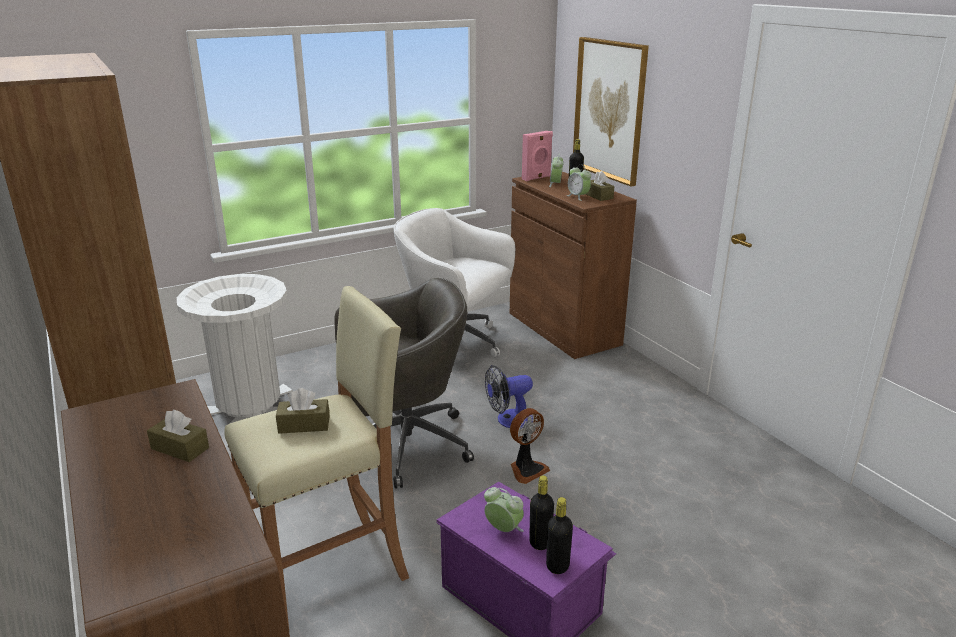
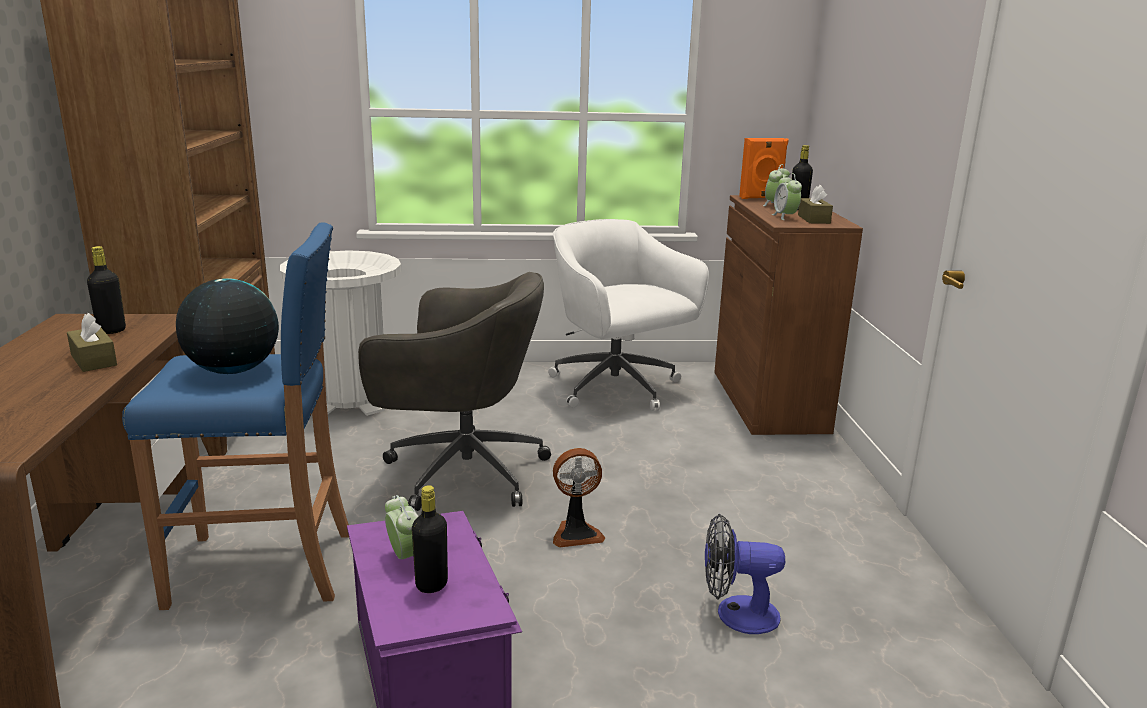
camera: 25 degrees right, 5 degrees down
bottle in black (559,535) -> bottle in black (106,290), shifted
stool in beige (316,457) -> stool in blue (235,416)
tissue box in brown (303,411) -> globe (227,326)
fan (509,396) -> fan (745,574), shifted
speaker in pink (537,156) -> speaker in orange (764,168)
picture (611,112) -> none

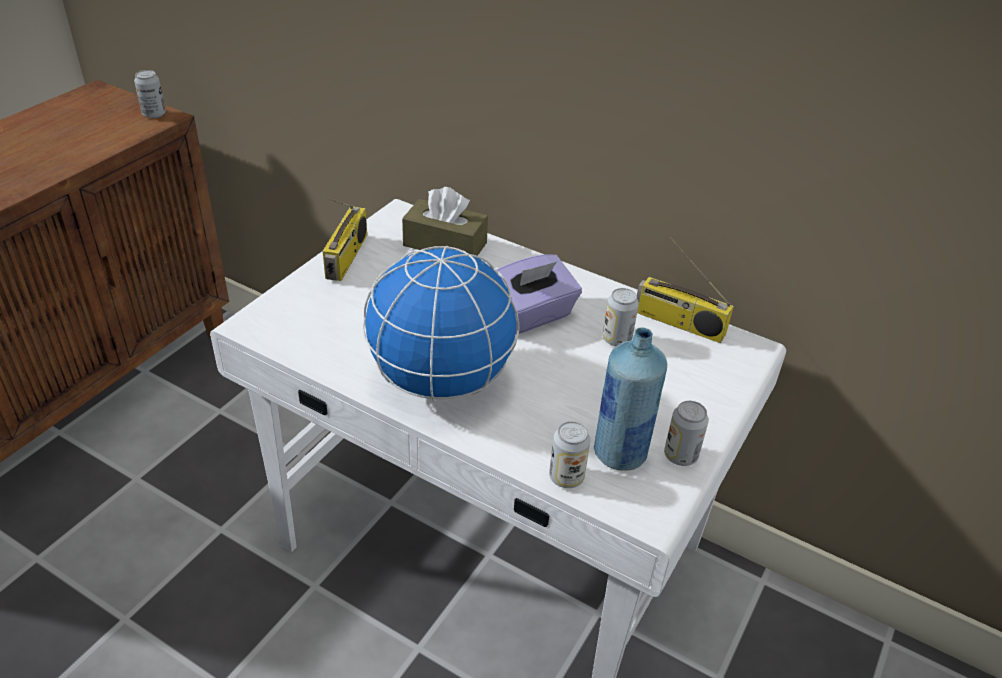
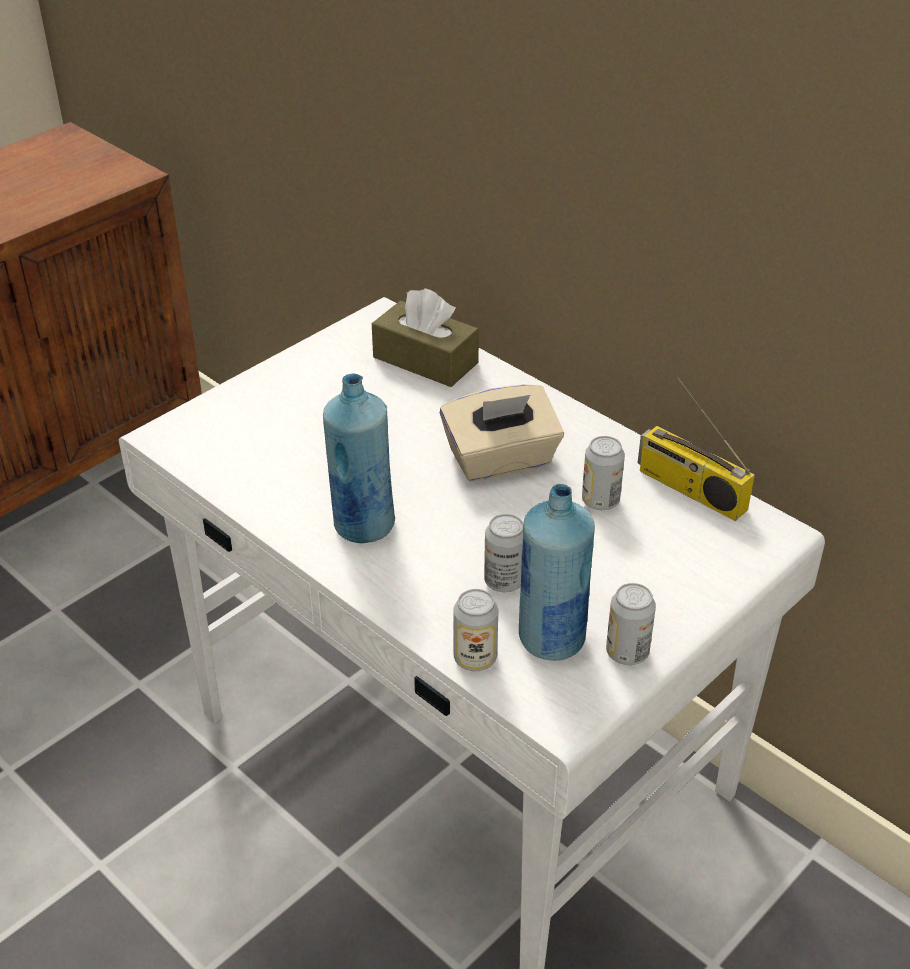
camera: 15 degrees right, 0 degrees up
globe (440,324) -> bottle in blue (359,458)
tissue box in purple (539,294) -> tissue box in beige (502,432)
can (150,94) -> can (503,553), shifted
radio (345,239) -> none

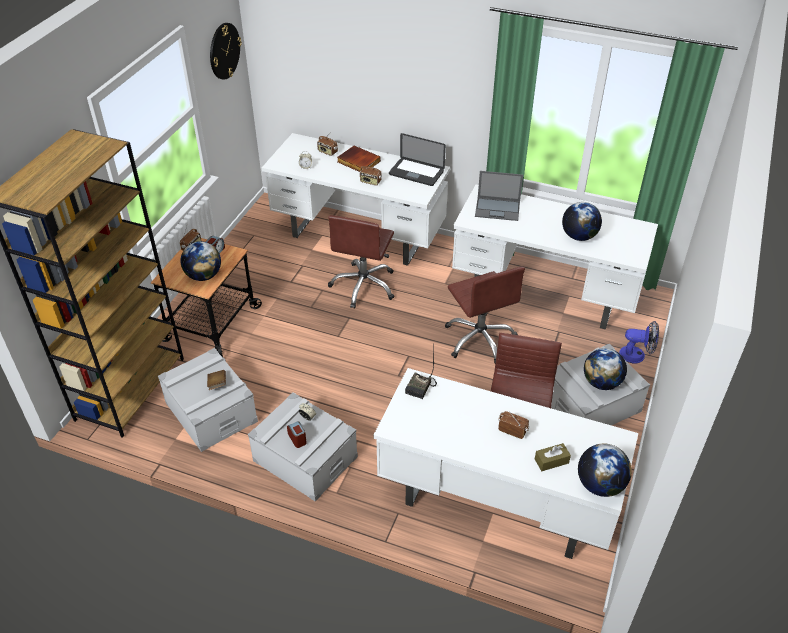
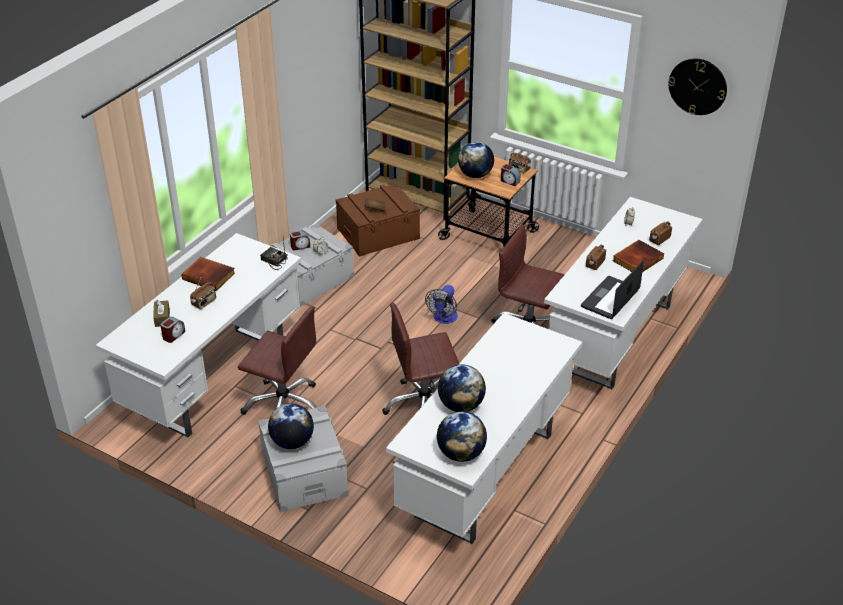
camera: 100 degrees right, 5 degrees down
none -> alarm clock (172,330)
none -> book (208,274)
storage box in grey (208,400) -> storage box in brown (378,220)
fan (639,342) -> fan (441,304), shifted
globe (605,470) -> globe (462,436), shifted
laptop (499,196) -> none

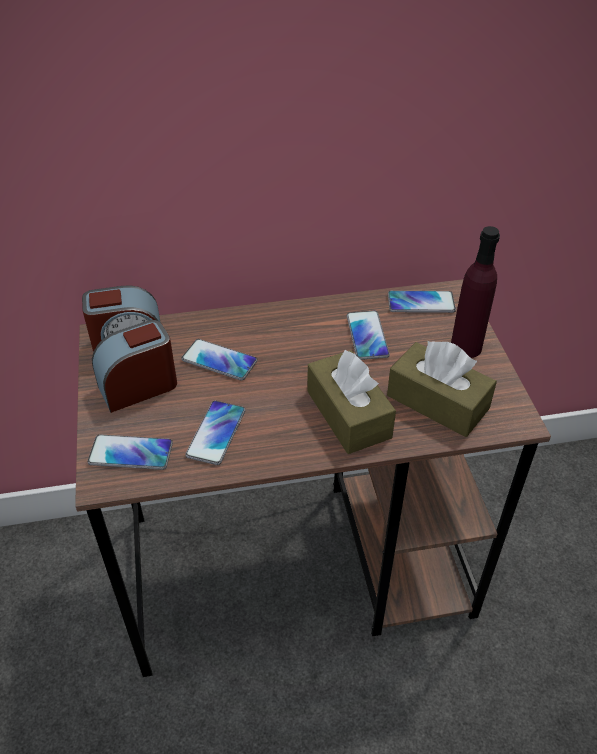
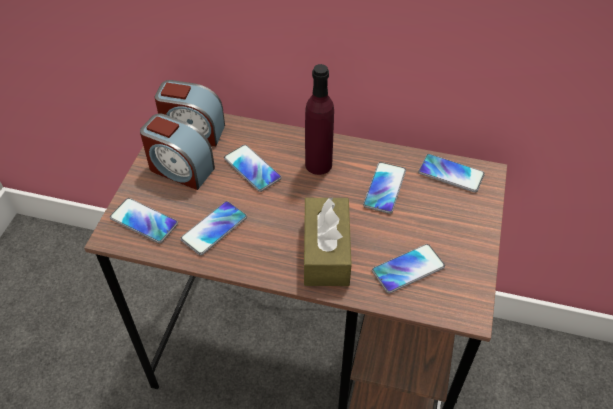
camera: 25 degrees right, 5 degrees up
alarm clock (134,366) -> alarm clock (177,151), 150 degrees counterclockwise
bottle in purple (475,292) -> bottle in purple (319,119), shifted
tissue box in brown (442,389) -> phone (408,268)

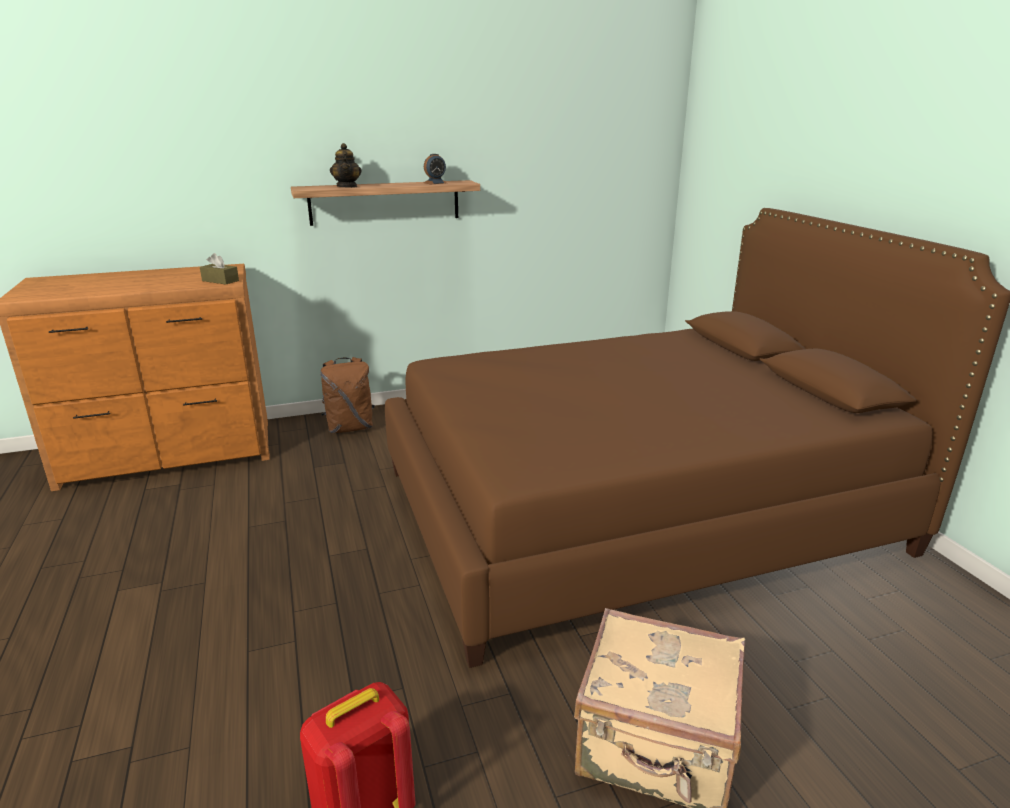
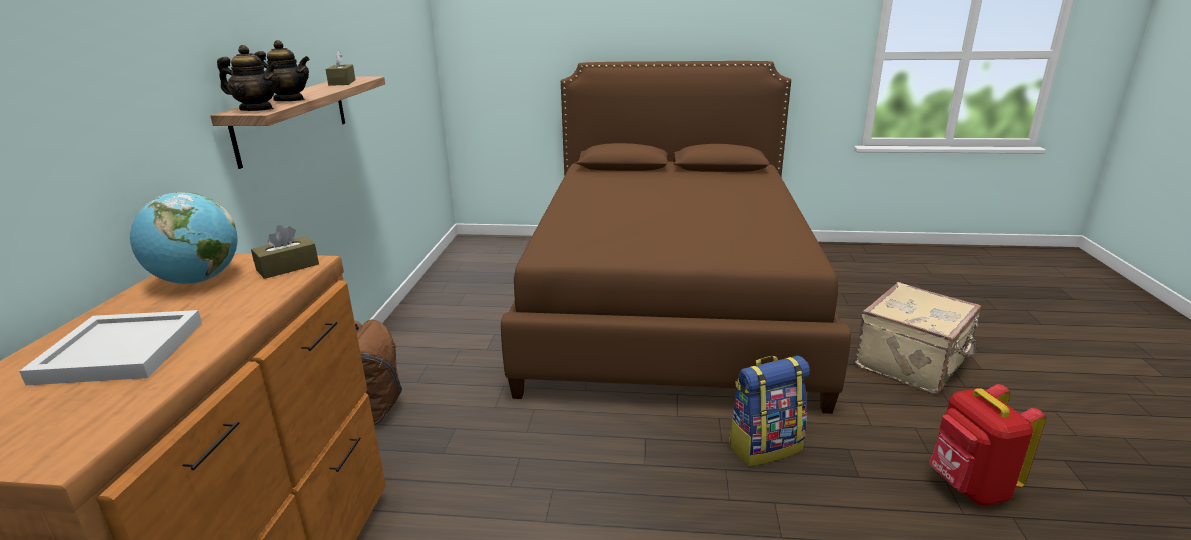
camera: 65 degrees left, 0 degrees up
none -> tray in white (110,348)
none -> globe (184,238)
none -> teapot (247,78)
alarm clock (435,169) -> tissue box in brown (340,68)
none -> backpack (769,411)

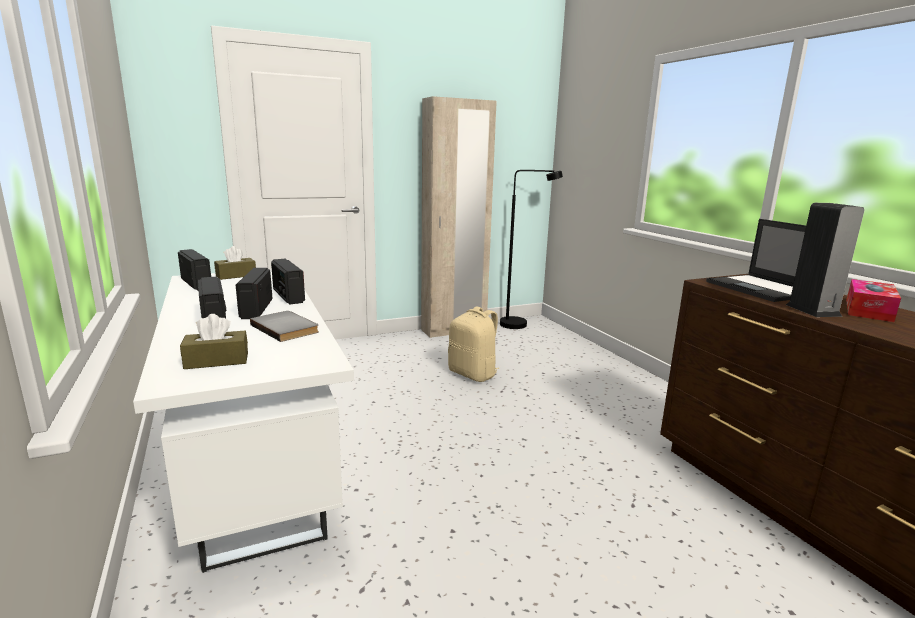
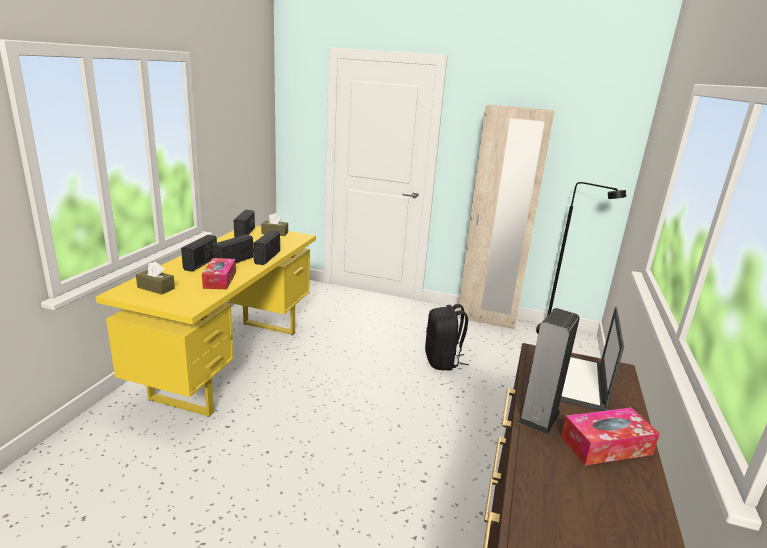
camera: 40 degrees right, 5 degrees up
desk in white (243,421) -> desk in yellow (206,321)
book in grey (284,326) -> tissue box (219,273)
backpack in beige (474,344) -> backpack in black (447,337)

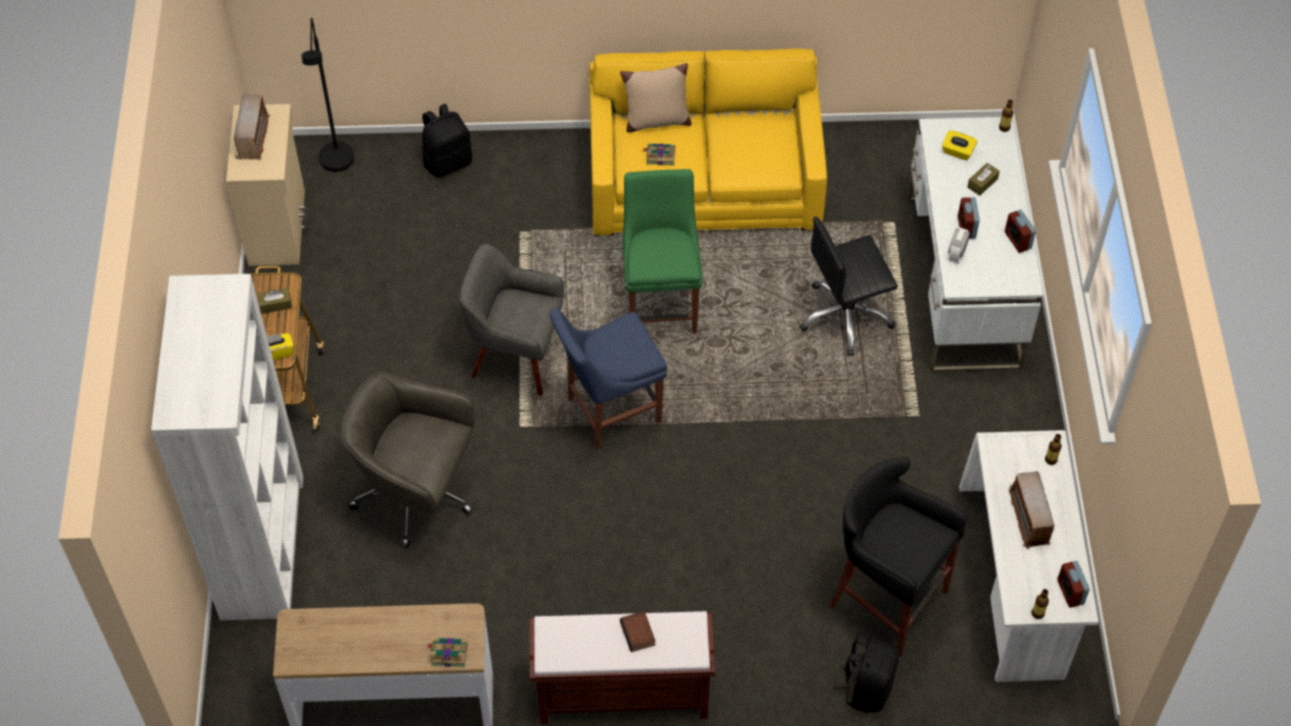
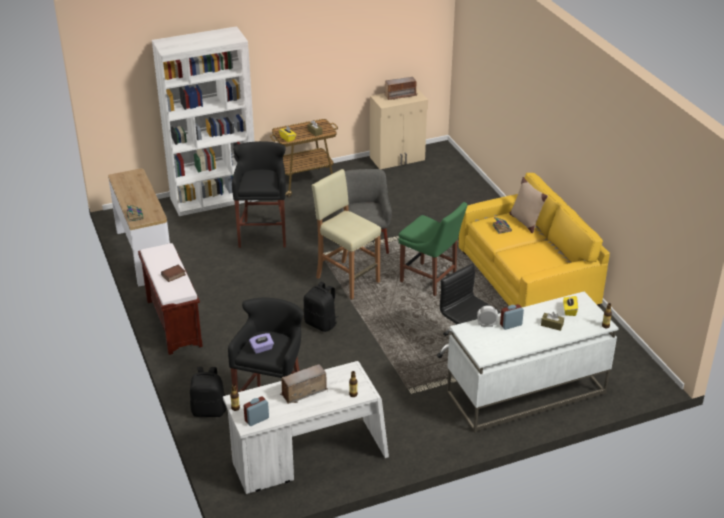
camera: 70 degrees right, 20 degrees down
office chair in grey (408,460) -> stool in black (259,194)
none -> tissue box in purple (261,343)
backpack in black (447,141) -> backpack in black (320,307), shifted
chair in blue (608,378) -> stool in beige (346,234)
chair in green (663,251) -> chair in green (432,249), 60 degrees clockwise
floor lamp in black (327,95) -> none
alarm clock (1020,231) -> none

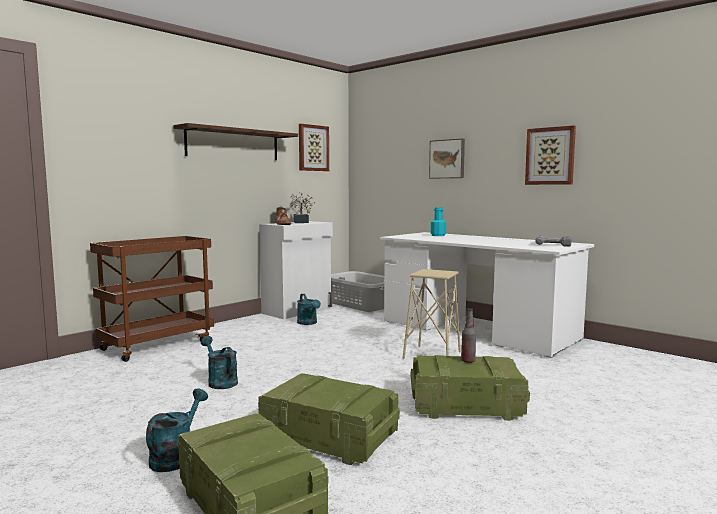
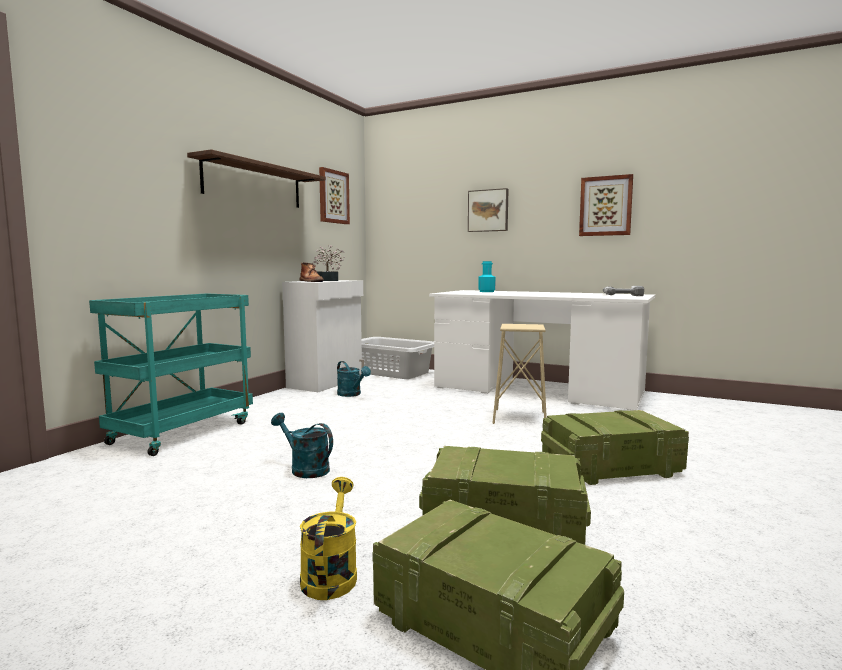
camera: 15 degrees left, 0 degrees up
cart in brown (152,299) -> cart in turquoise (171,374)
watering can in turquoise (177,430) -> watering can in yellow (328,538)
bottle (468,335) -> none

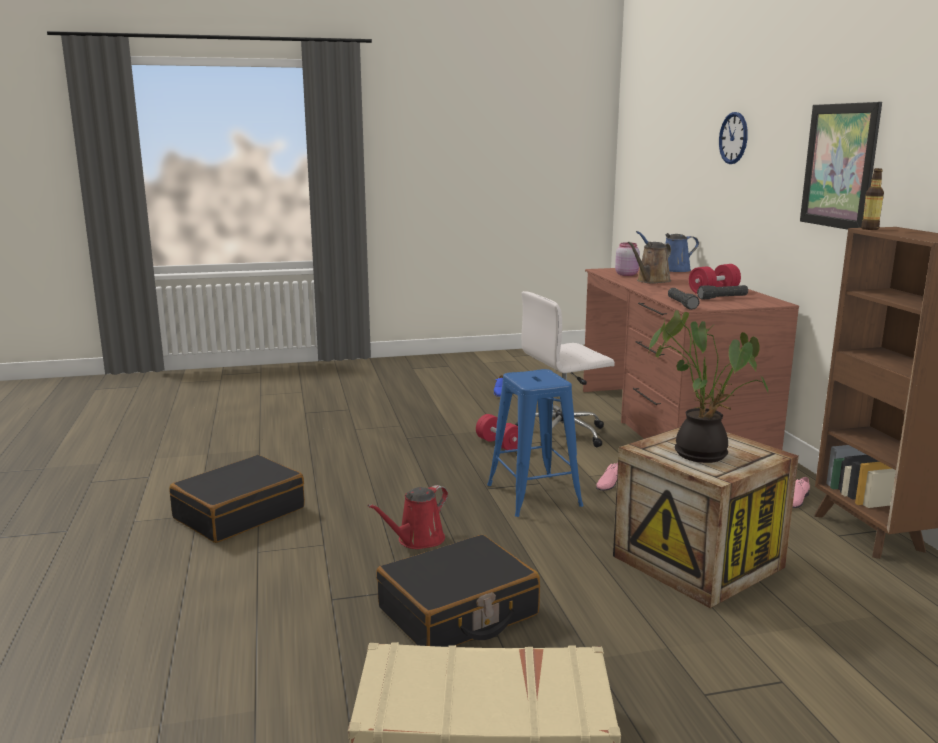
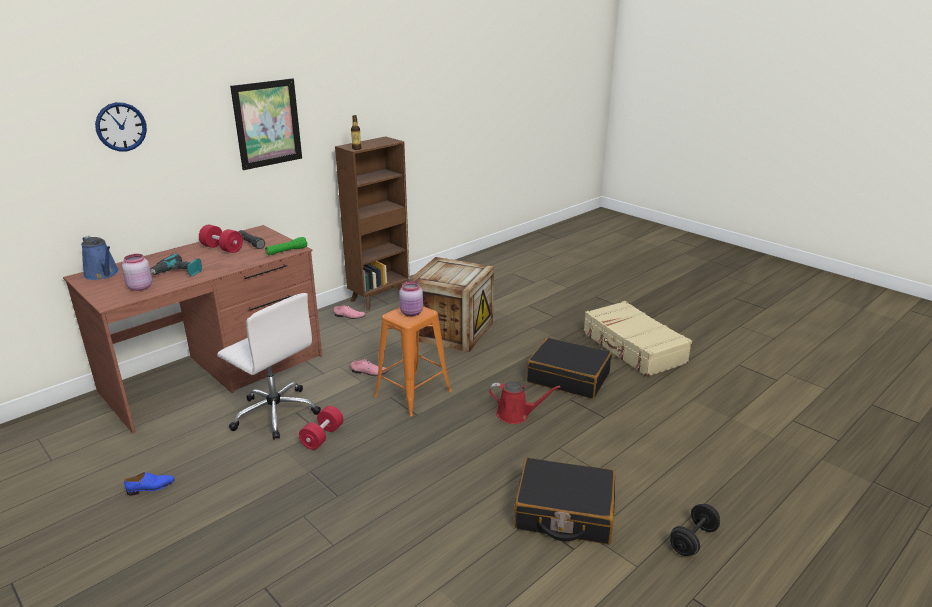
camera: 120 degrees left, 10 degrees up
watering can in brown (649,262) -> power drill (176,265)
flashlight in black (684,299) -> flashlight in green (286,246)
stool in blue (535,443) -> stool in orange (413,361)
none -> jar in pink (411,298)
none -> dumbbell in black (695,530)
potted plant (709,386) -> none

